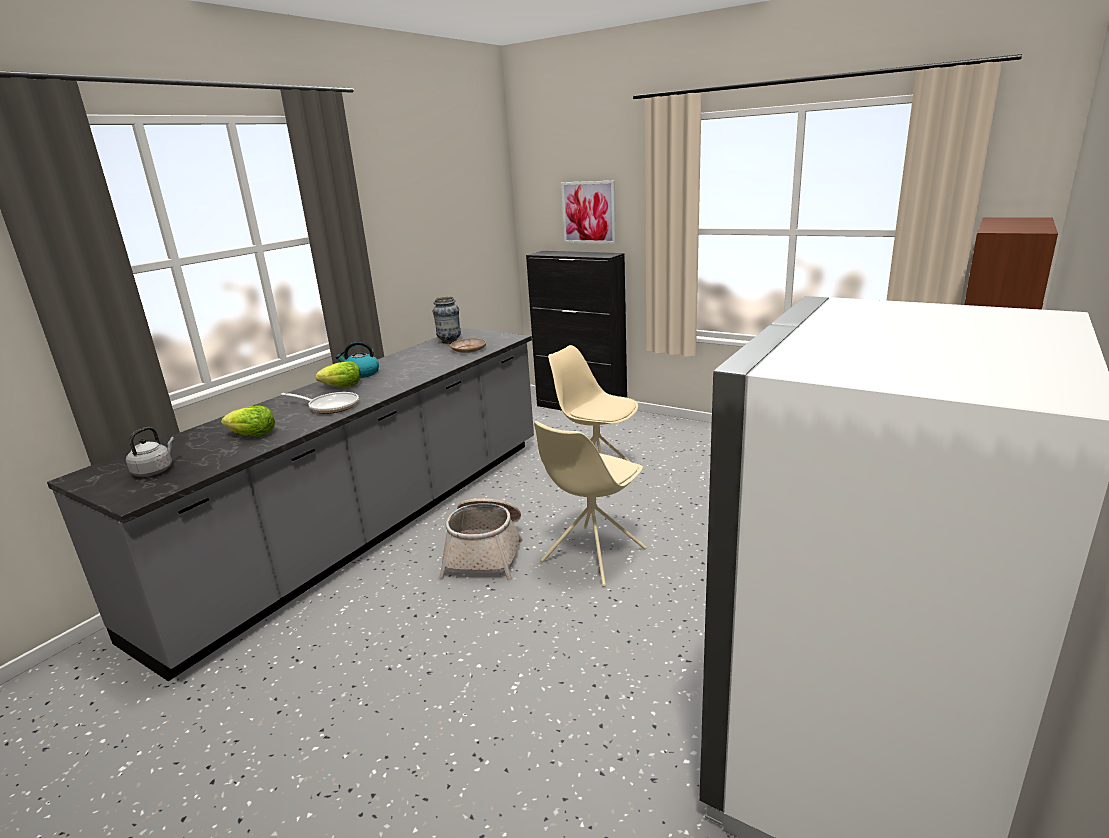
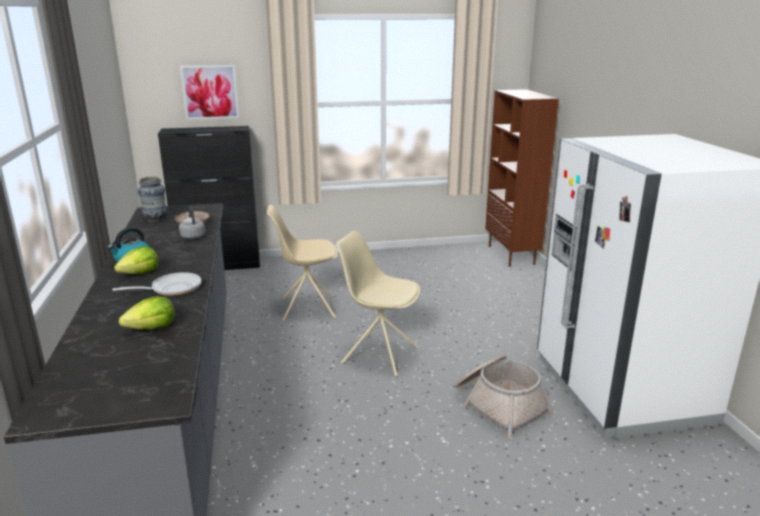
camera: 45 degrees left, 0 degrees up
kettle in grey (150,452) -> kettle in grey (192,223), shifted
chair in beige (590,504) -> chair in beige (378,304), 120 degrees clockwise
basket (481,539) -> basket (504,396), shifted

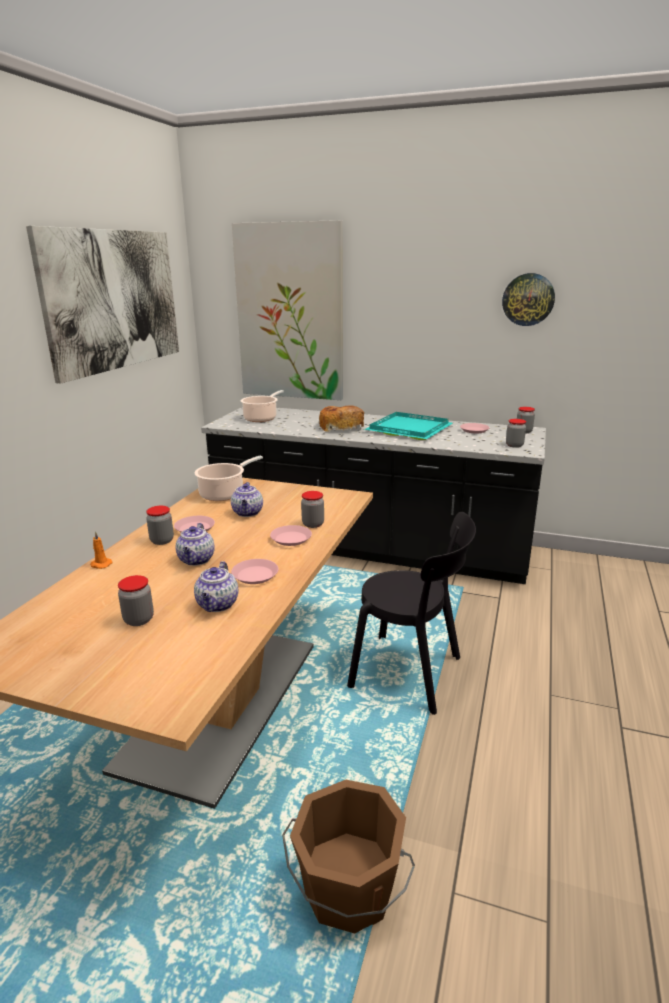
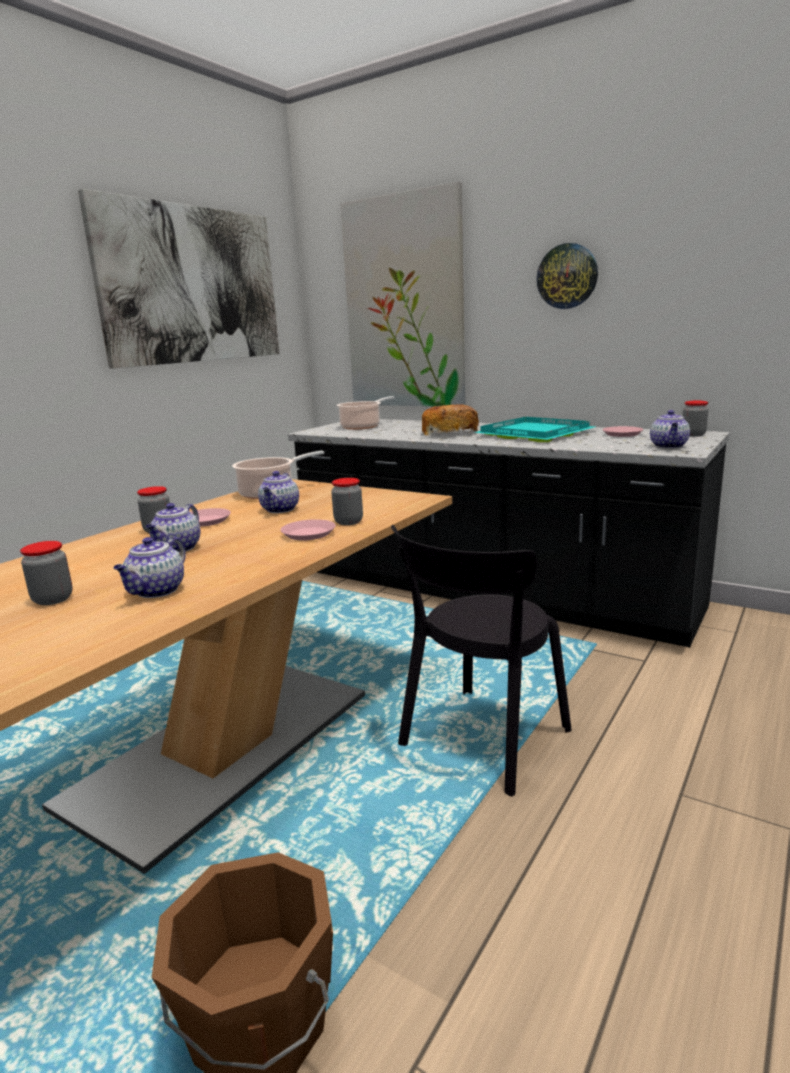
camera: 15 degrees right, 5 degrees down
chair in black (411,613) -> chair in black (481,660), 90 degrees clockwise
wall clock (528,299) -> wall clock (567,276), shifted
jar (516,433) -> teapot (670,429)
candle in orange (101,550) -> none
plate in pink (255,571) -> none

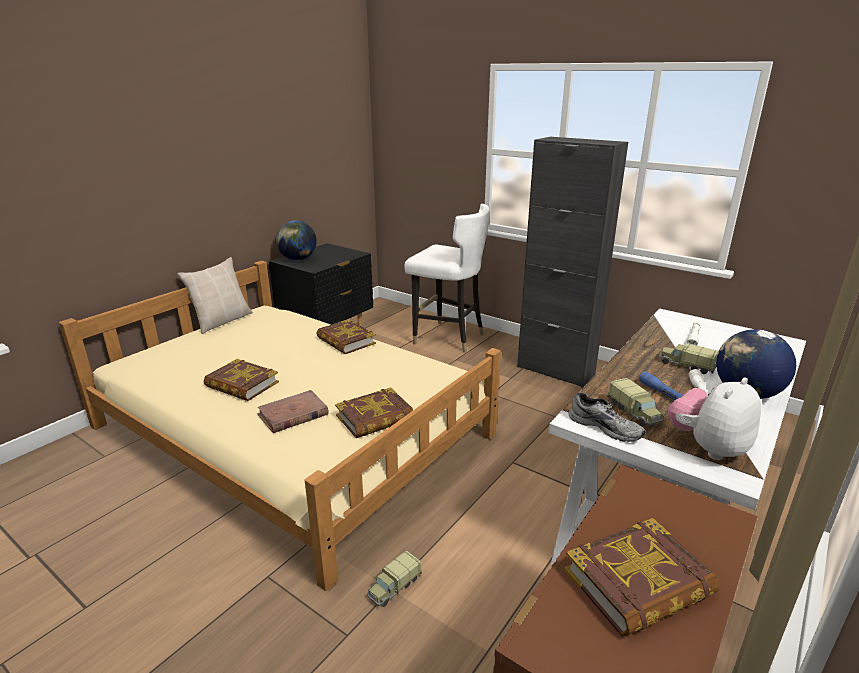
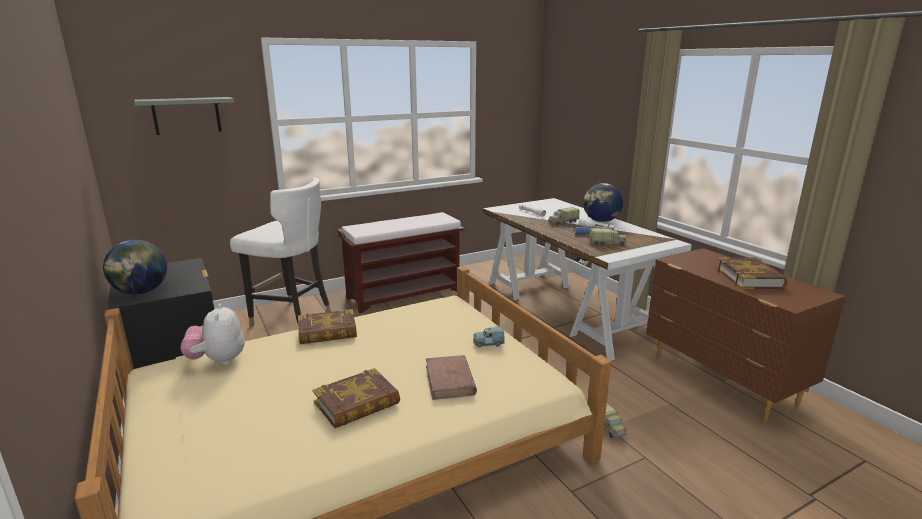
camera: 65 degrees left, 5 degrees down
none -> shelf in grey (184,116)
plush toy (714,418) -> plush toy (212,334), shifted
chair in white (447,278) -> chair in white (280,253), 60 degrees clockwise
cabinet in black (572,262) -> bench in brown (401,262)
book (374,412) -> toy car in blue (489,337)
pillow in beige (215,295) -> none
shoe in grey (607,417) -> none

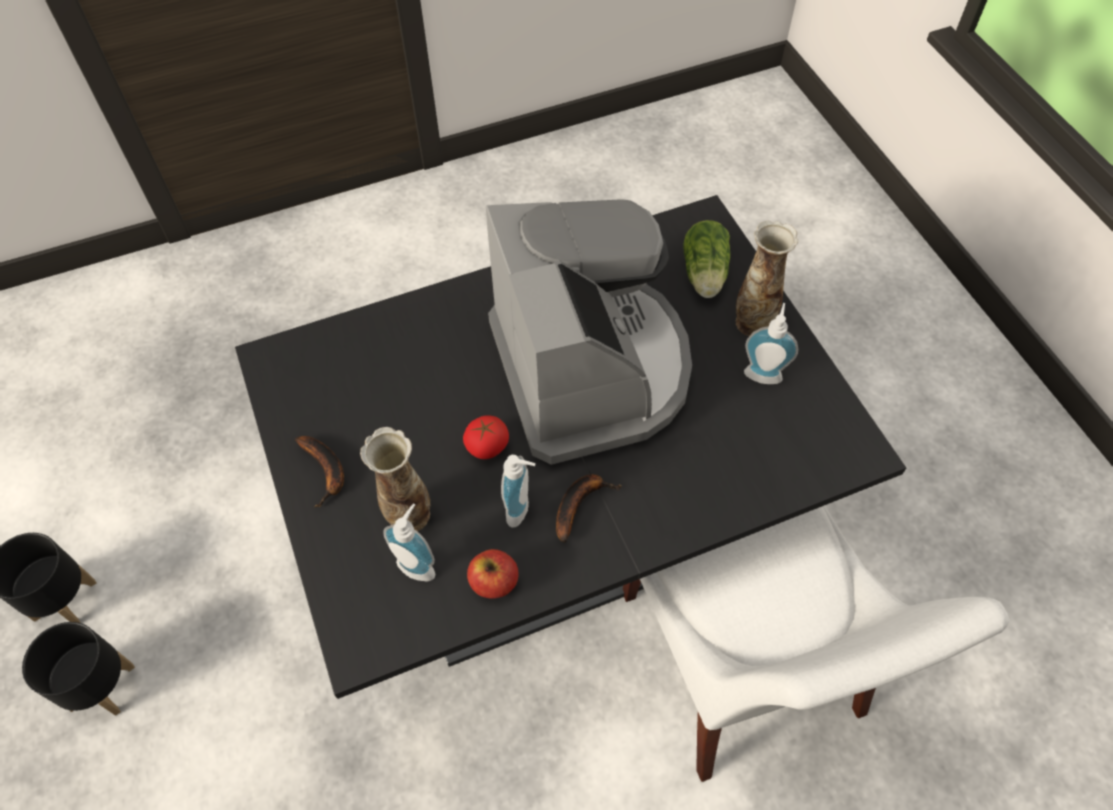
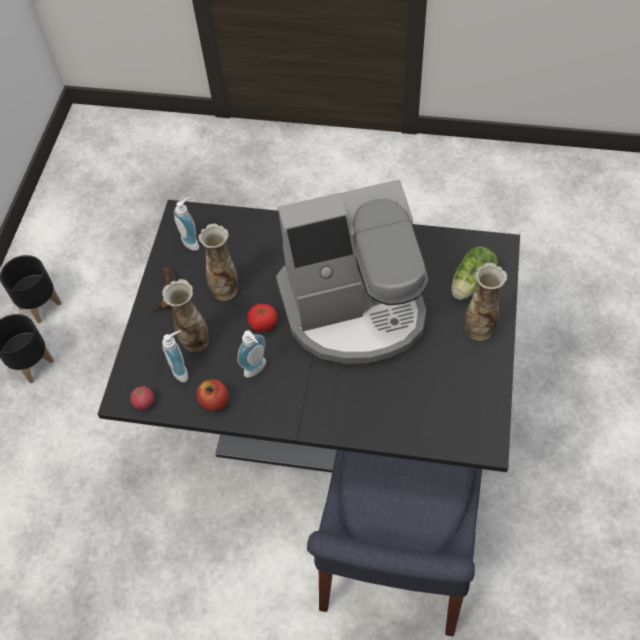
camera: 35 degrees right, 0 degrees up
none -> tomato (142,398)
soap dispenser (771,343) -> soap dispenser (186,224), shifted
none -> vase (218,262)
coffee machine (589,332) -> coffee machine (352,272), 60 degrees clockwise
chair in white (816,643) -> chair in blue (394,543)
banana (589,508) -> none

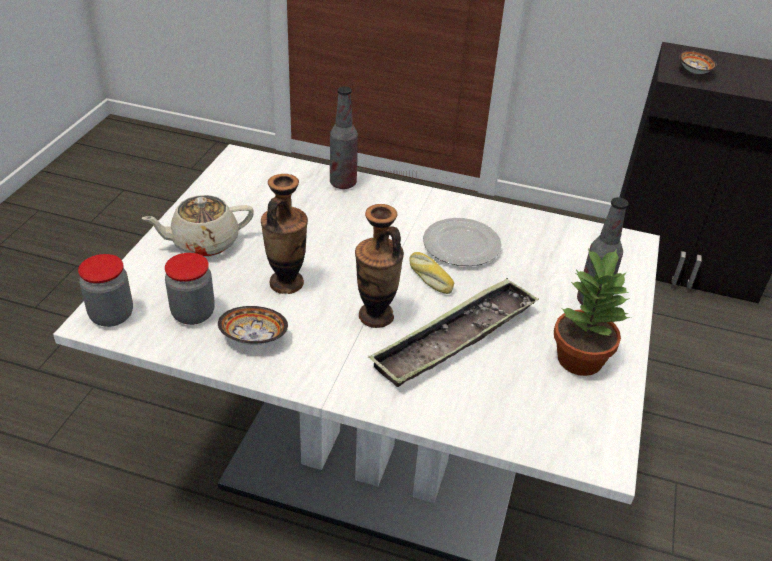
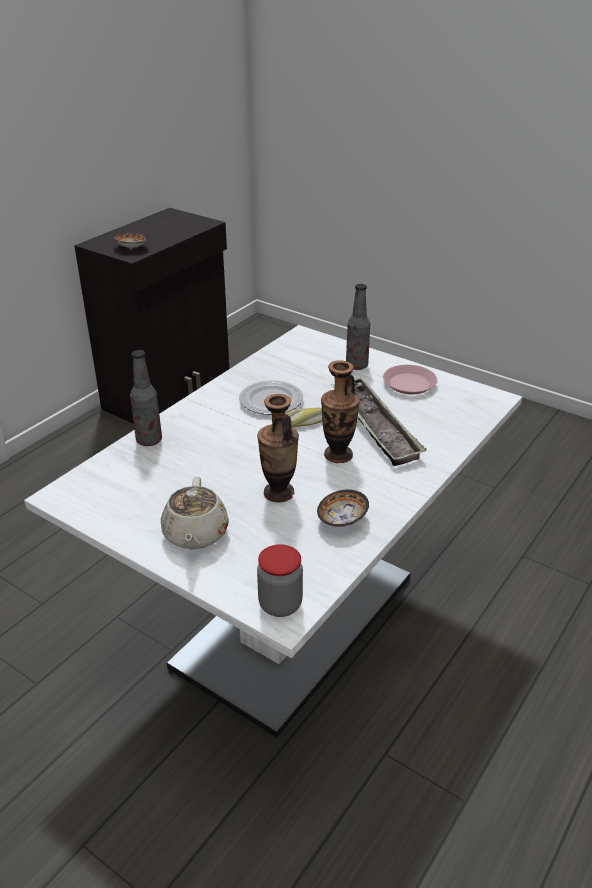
camera: 70 degrees left, 5 degrees down
potted plant (592,312) -> plate in pink (410,380)
jar (190,289) -> none

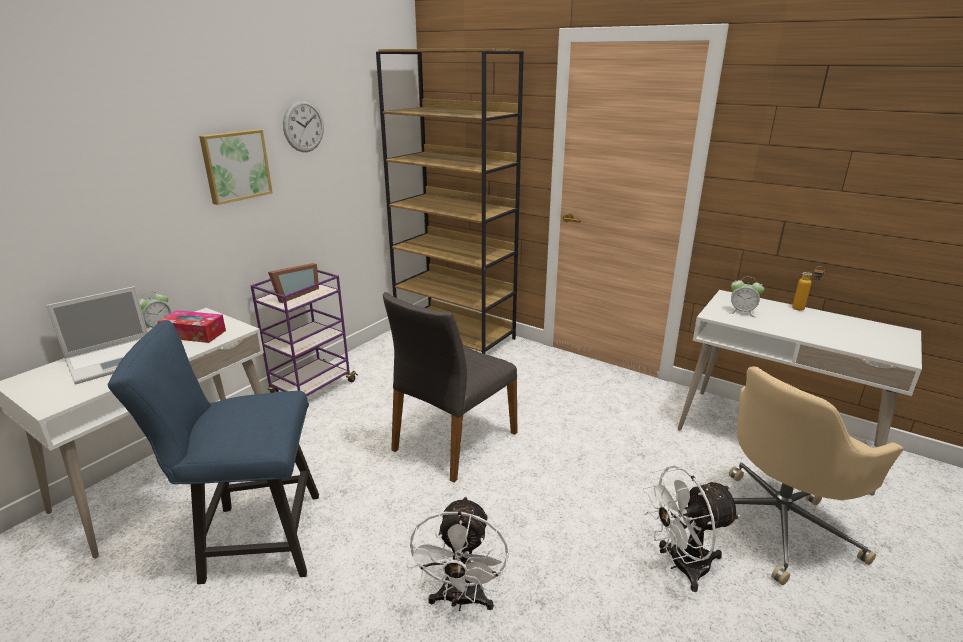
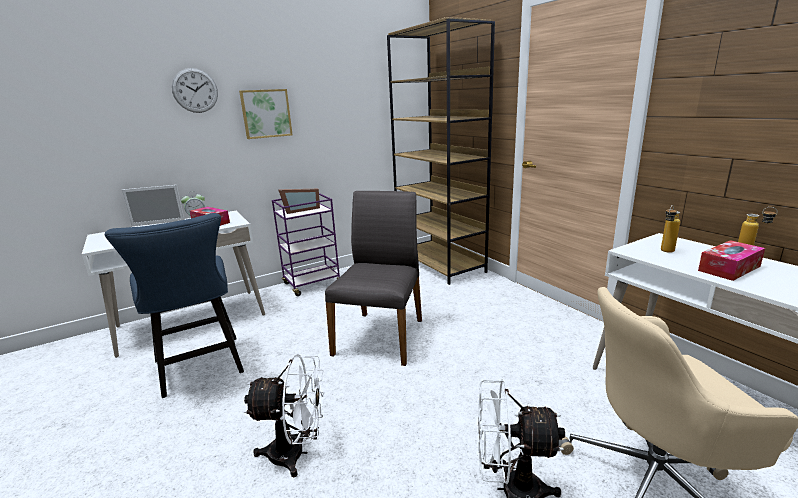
camera: 25 degrees right, 5 degrees down
chair in blue (213,452) -> chair in blue (174,305), 135 degrees counterclockwise
wall clock (303,126) -> wall clock (195,90), shifted
fan in white (457,553) -> fan in white (284,416), 120 degrees counterclockwise
chair in grey (450,387) -> chair in grey (373,278), 135 degrees clockwise
alarm clock (746,297) -> bottle (670,229)
none -> tissue box (731,260)

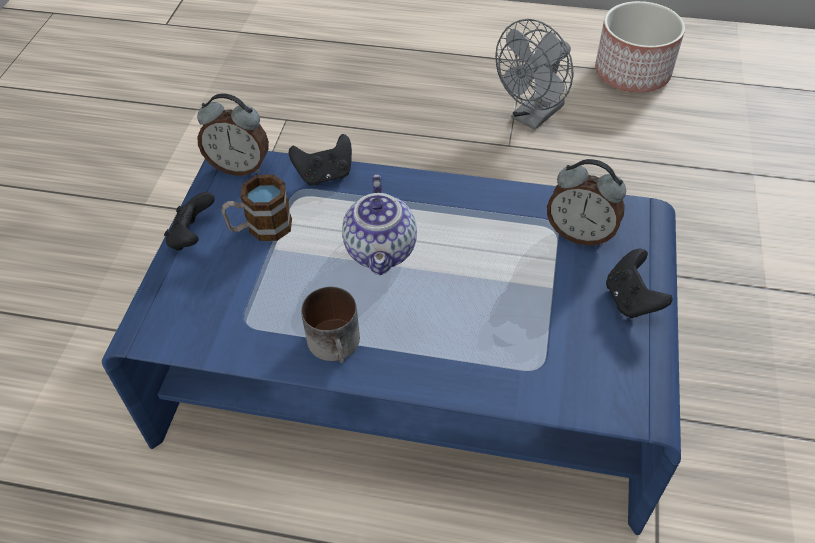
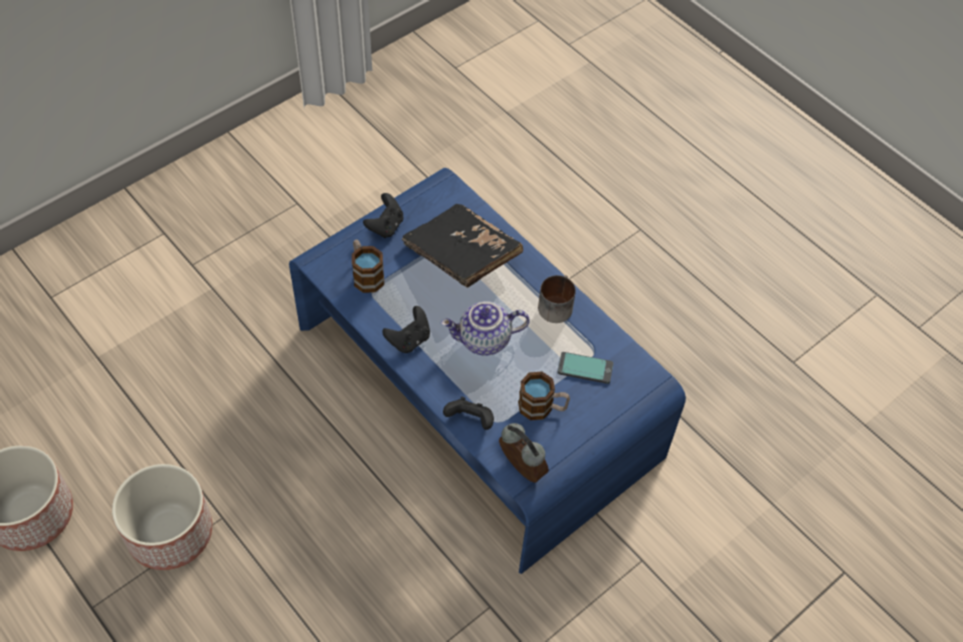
camera: 145 degrees left, 5 degrees up
fan in grey (534,74) -> planter (162,517)
alarm clock (586,202) -> mug (368,266)
game controller in black (189,221) -> game controller in black (406,329), shifted
none -> book in black (462,246)
teapot (379,224) -> teapot (485,328), 135 degrees counterclockwise
none -> phone (585,368)

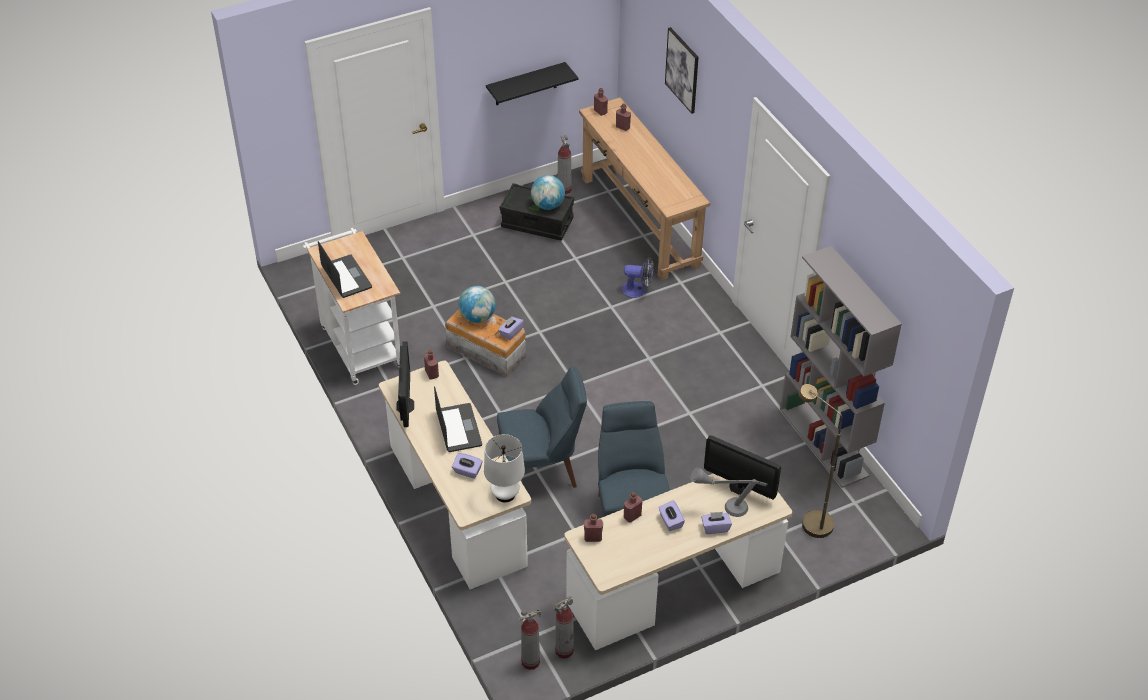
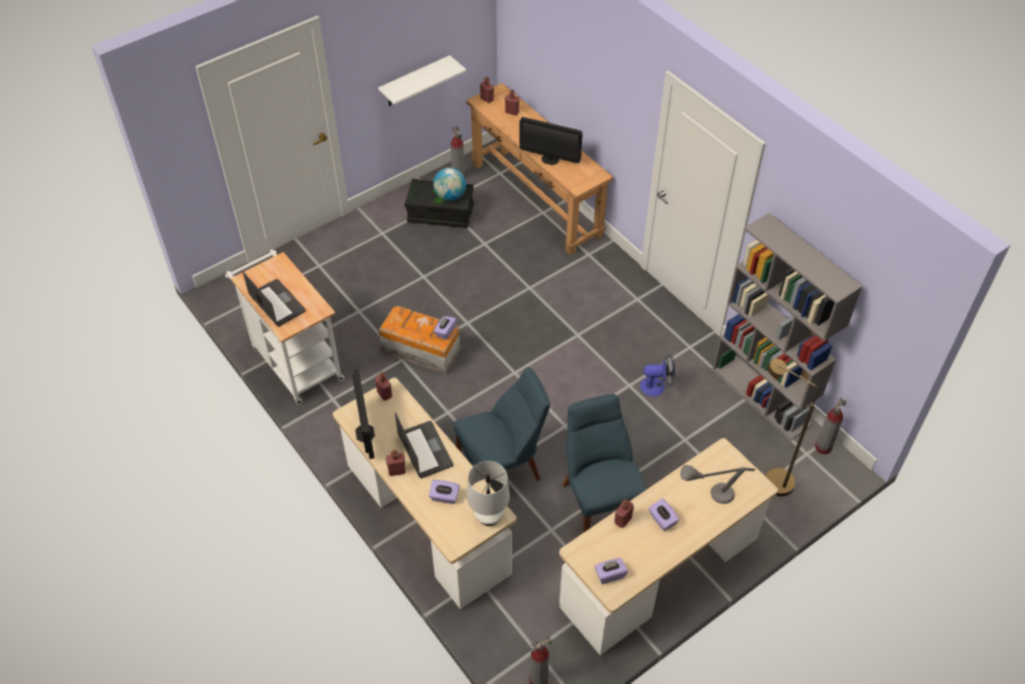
camera: 10 degrees left, 5 degrees up
shelf in black (532,83) -> shelf in white (422,80)
bottle in red (593,528) -> bottle in red (395,463), shifted
monitor (742,467) -> monitor (551,141), shifted
tissue box in purple (716,523) -> tissue box in purple (611,571), shifted
fan (638,277) -> fan (657,375), shifted
fire extinguisher (564,627) -> fire extinguisher (830,426), shifted
globe (477,304) -> none
picture (682,70) -> none

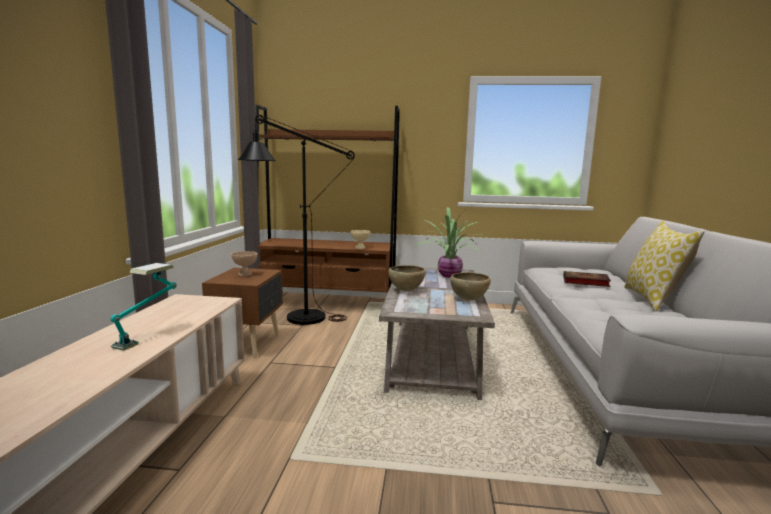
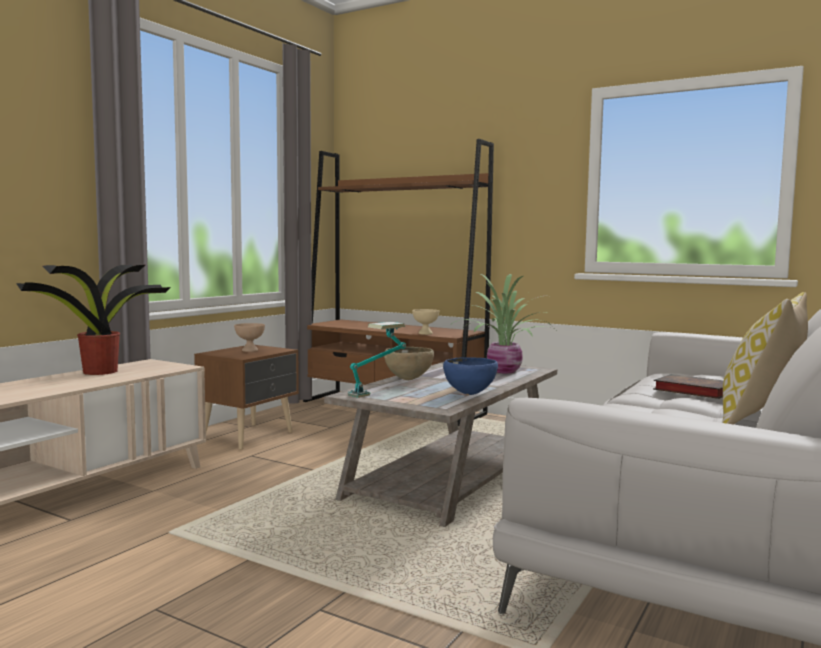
camera: 25 degrees right, 5 degrees down
none -> potted plant (93,319)
table lamp (144,307) -> table lamp (377,360), shifted
bowl in brown (470,286) -> bowl in blue (470,376)
floor lamp in black (296,220) -> none

